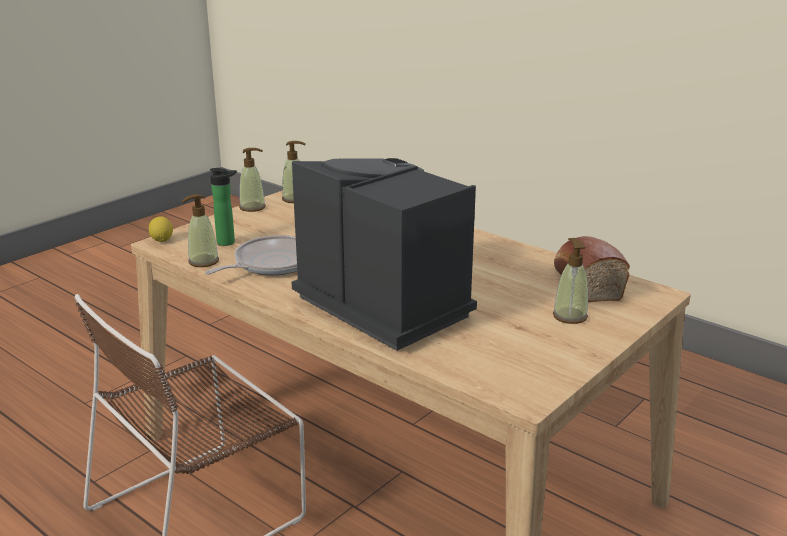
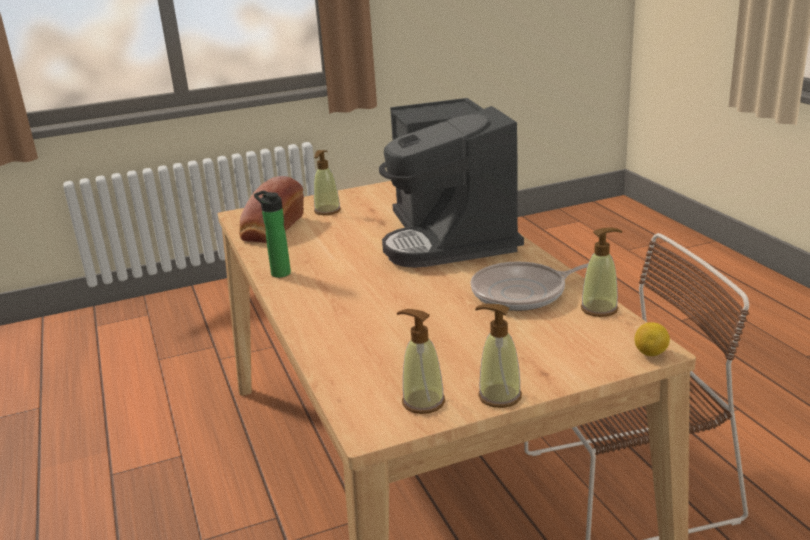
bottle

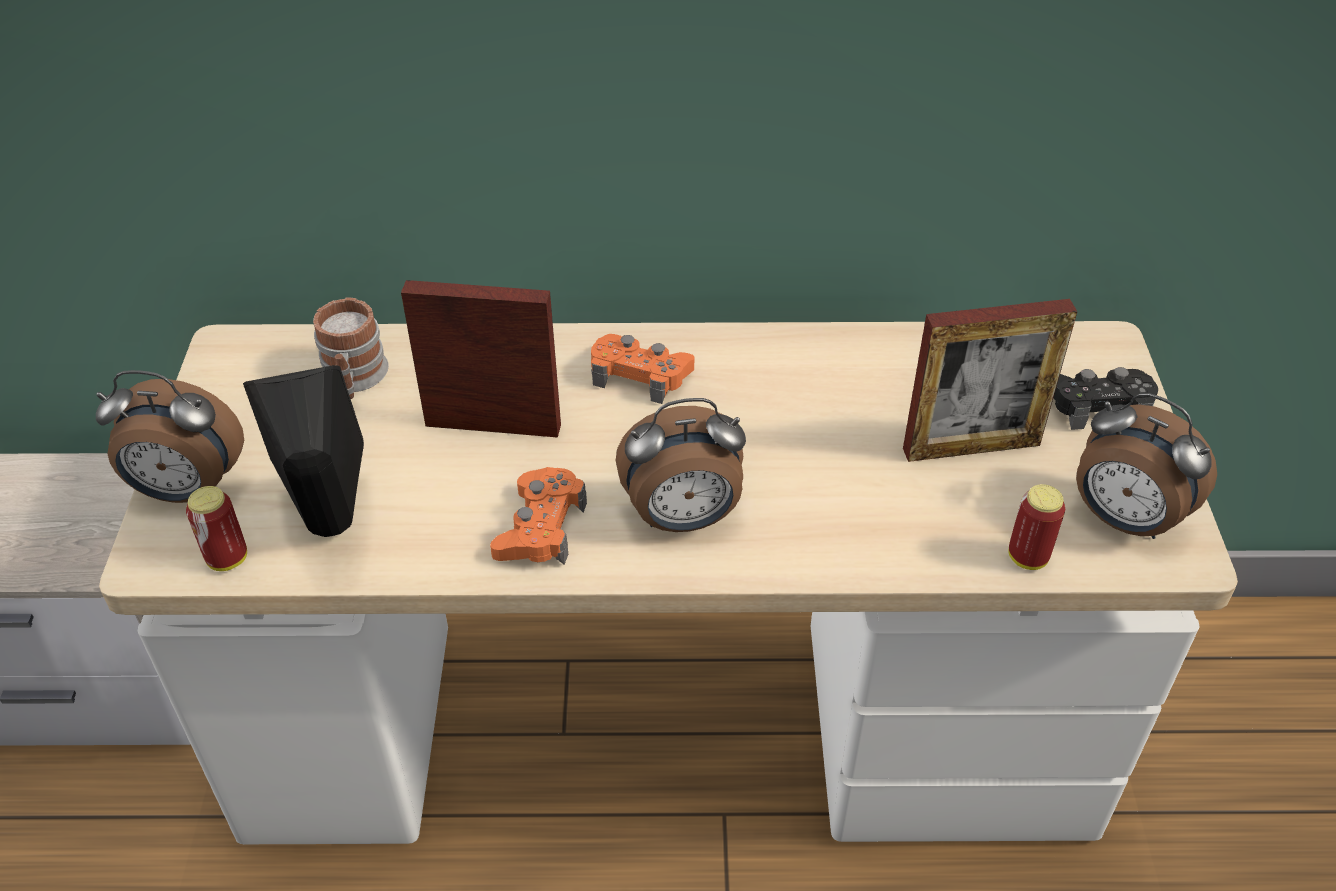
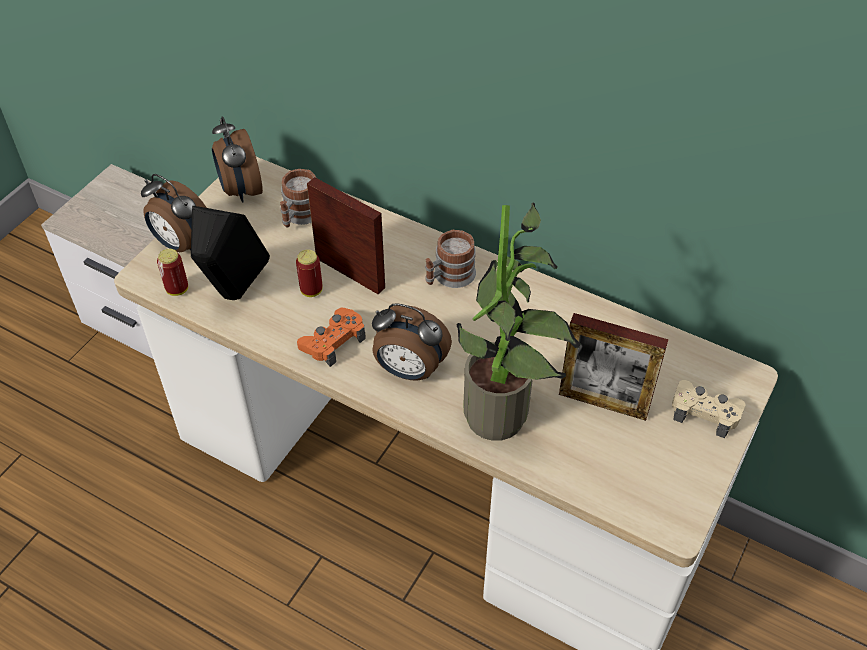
mug (no. 2 from left)
game controller (beige)
alarm clock (no. 2 from left)
can (no. 2 from left)
potted plant

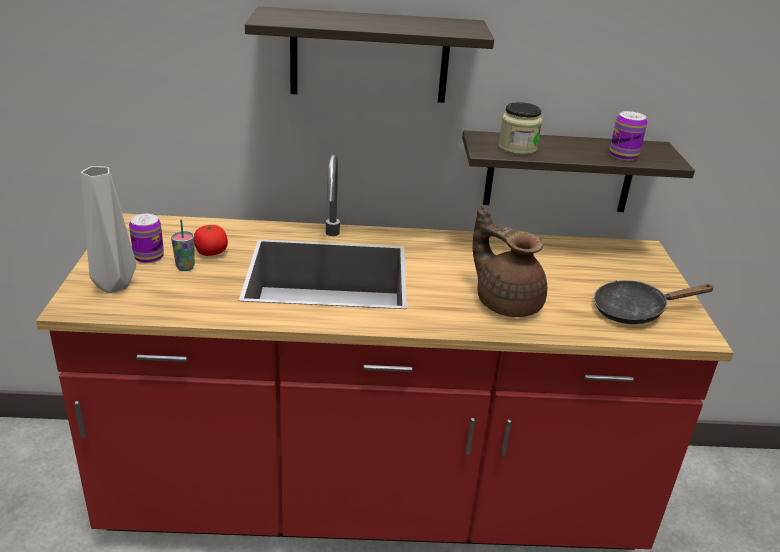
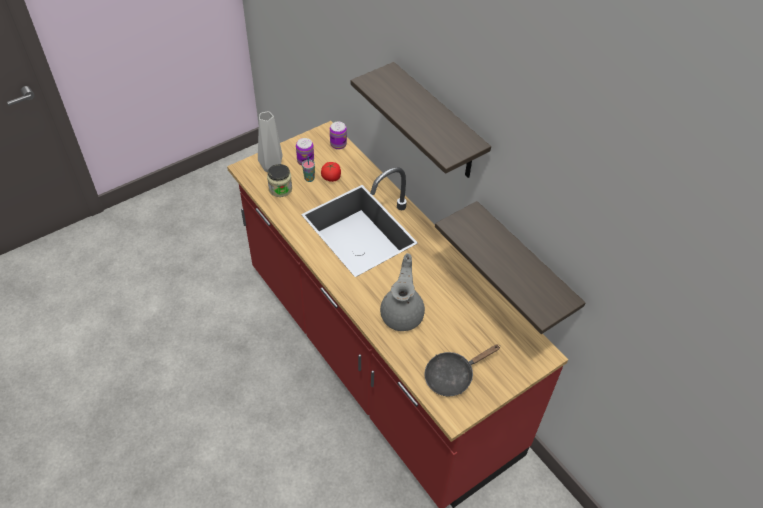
jar
can (no. 2 from left)
teapot (grey)
frying pan (black)

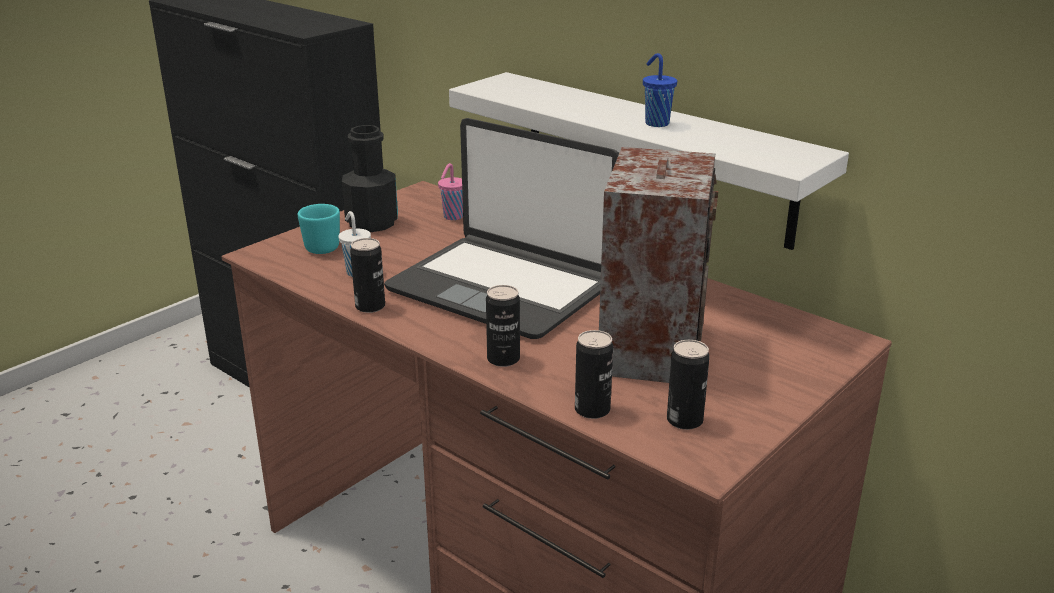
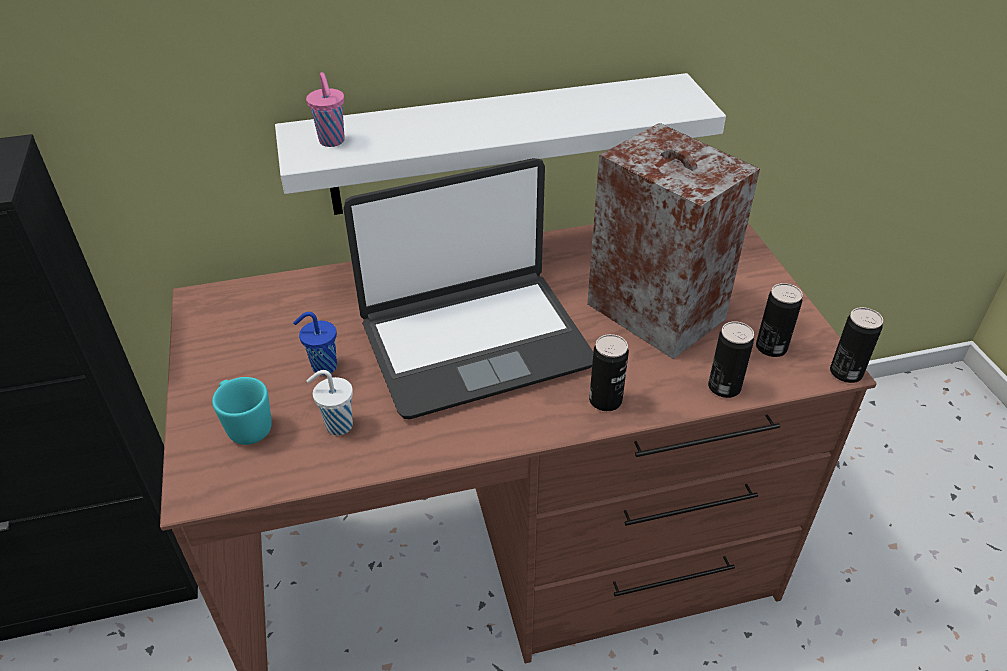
cup (blue)
bottle (black)
cup (pink)
can (no. 4 from left)

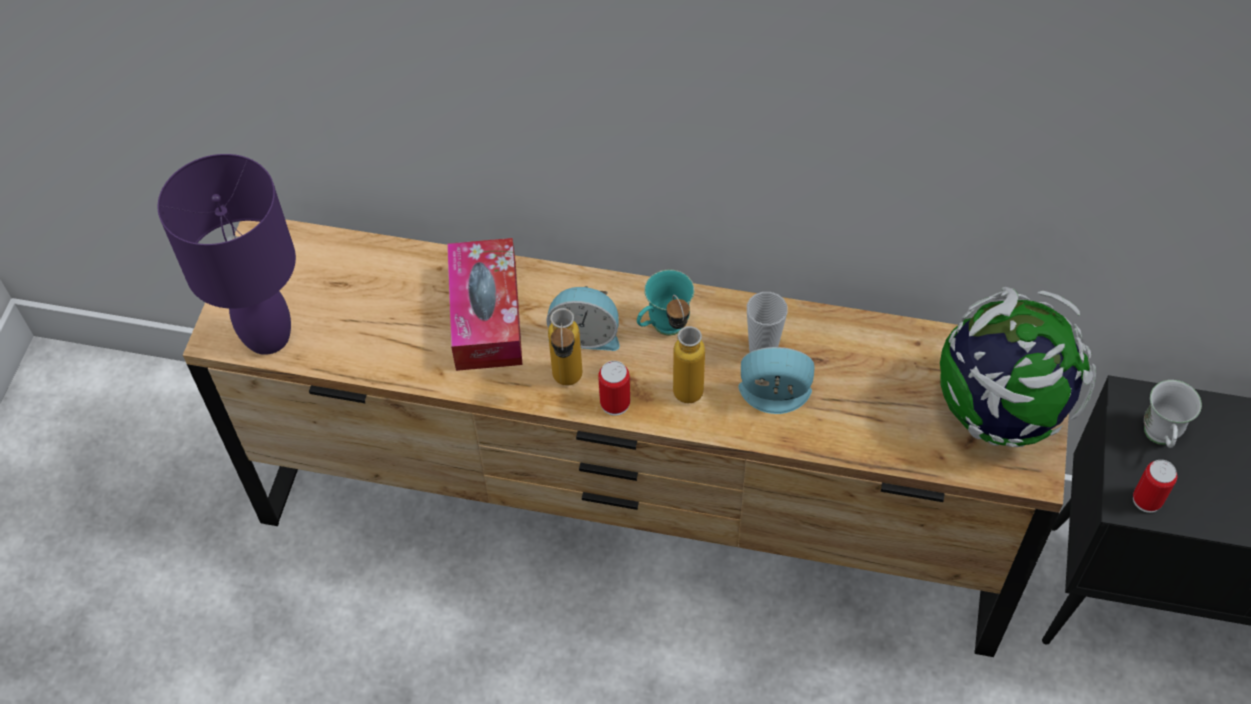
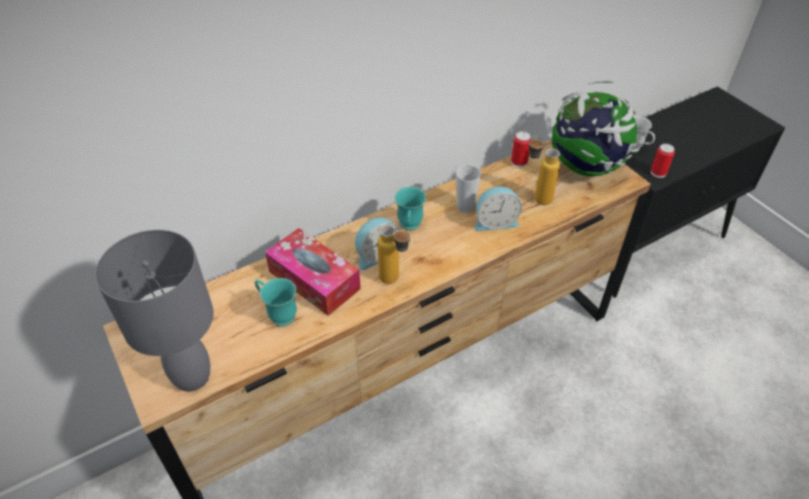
table lamp (grey)
bottle (no. 2 from left)
alarm clock (no. 2 from left)
can (no. 1 from left)
mug (turquoise) (no. 1 from left)

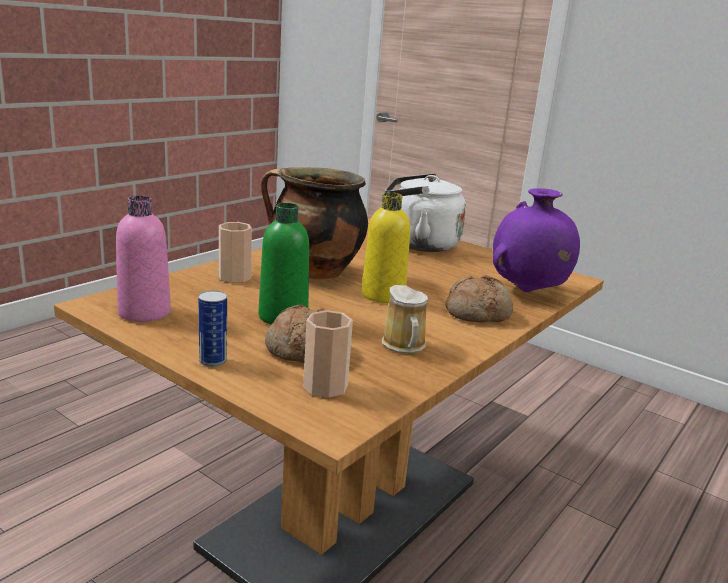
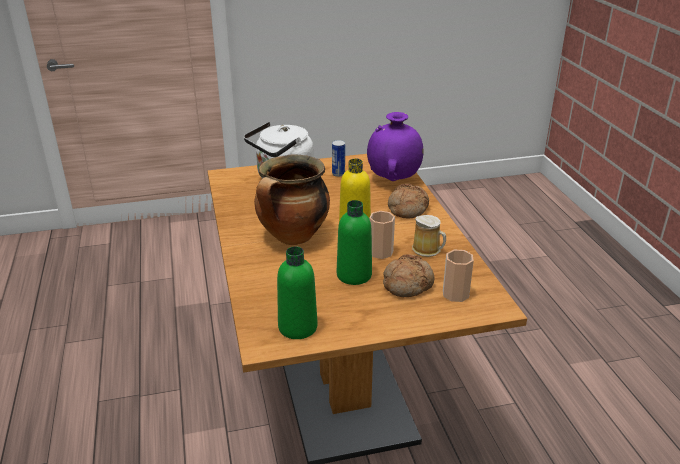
bottle (green) (no. 1 from left)
cup (no. 1 from left)
can

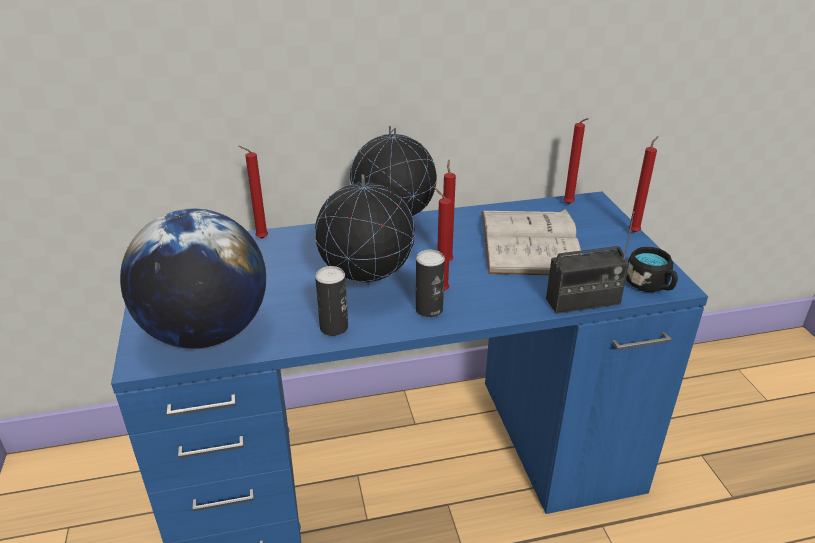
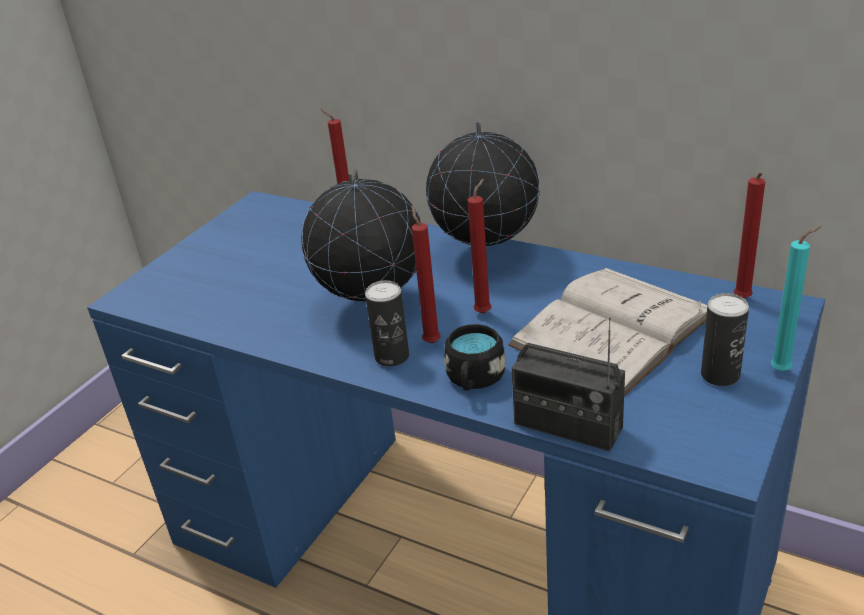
candle (turquoise)
globe (no. 1 from left in the first image)
mug (black)
can (no. 2 from left)

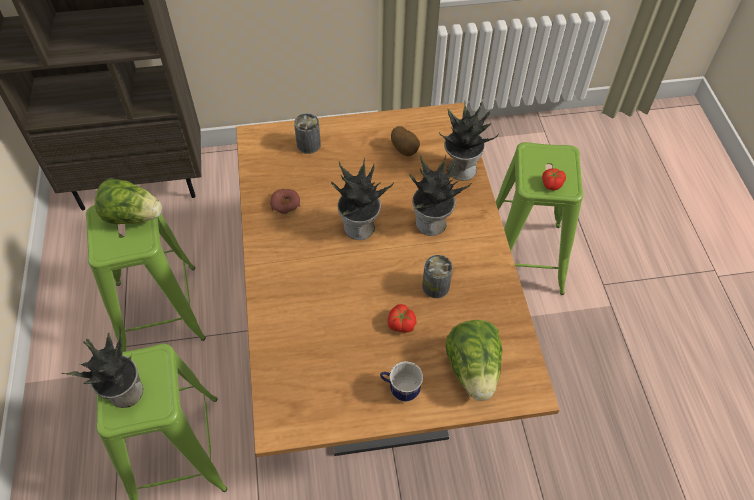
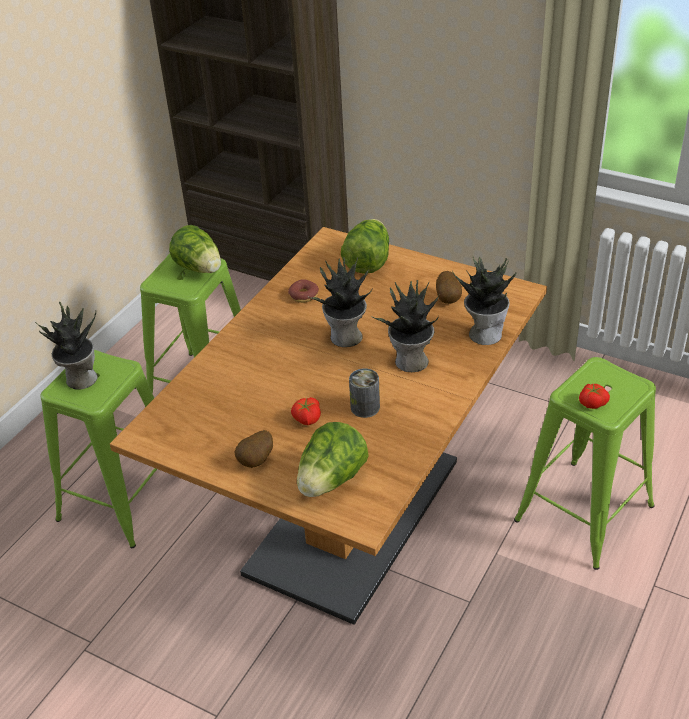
lettuce (no. 3 from left)
potato (no. 1 from left)

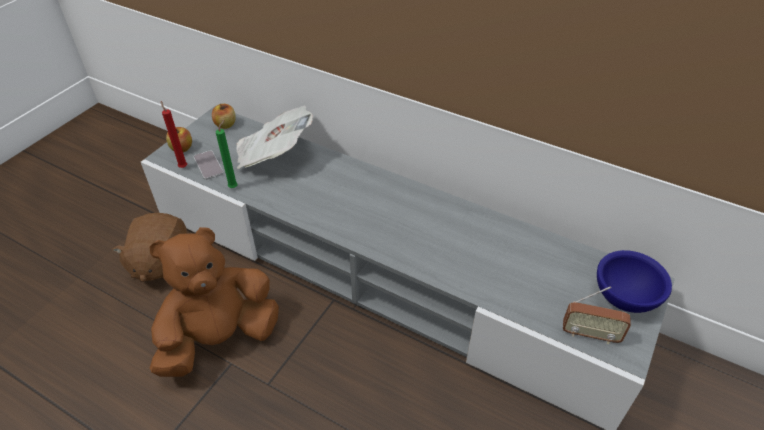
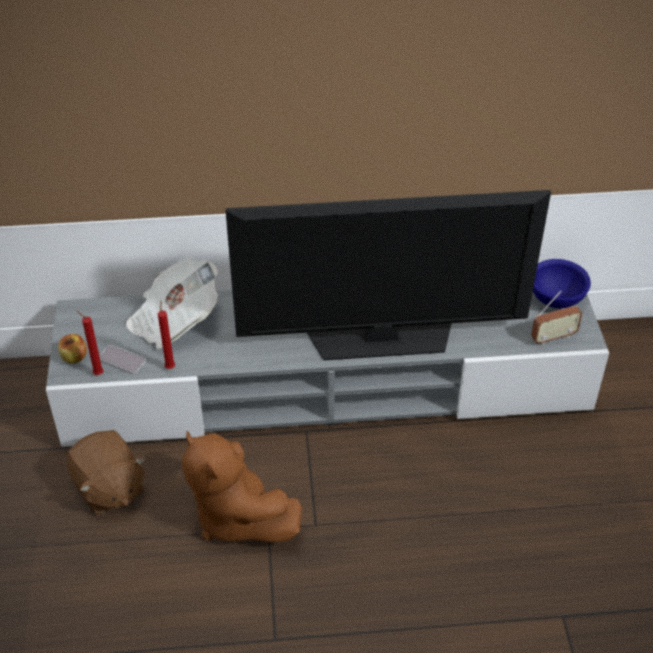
apple (no. 2 from left in the first image)
candle (red) (no. 2 from left)
plush toy (brown) (no. 2 from left)
television

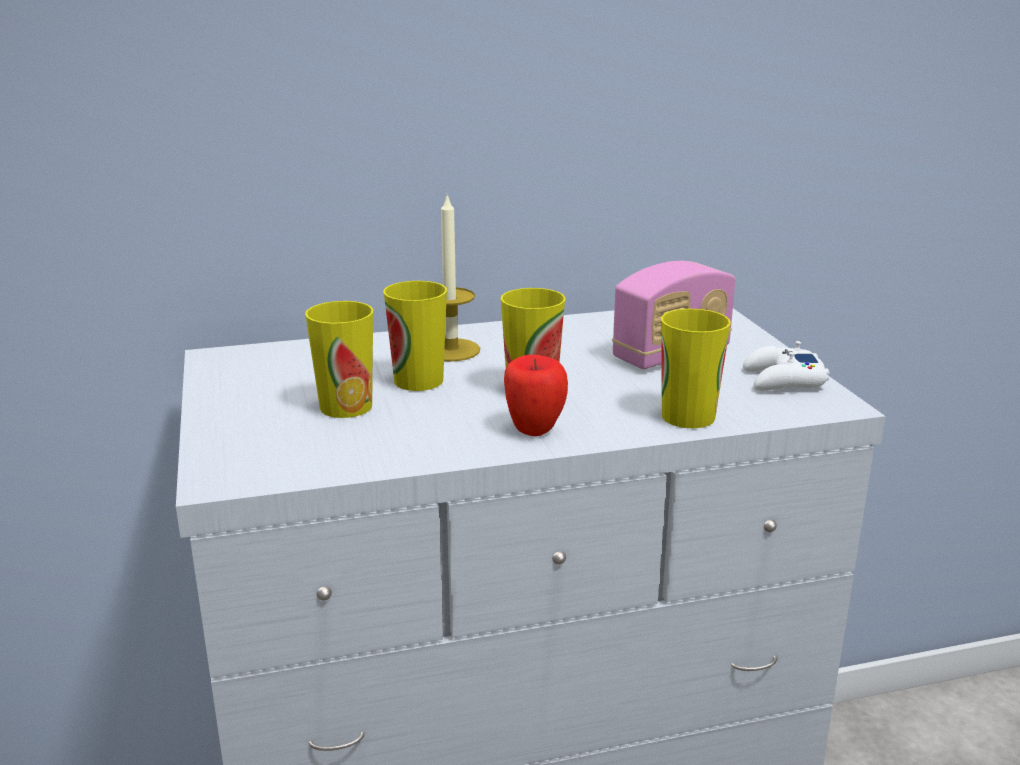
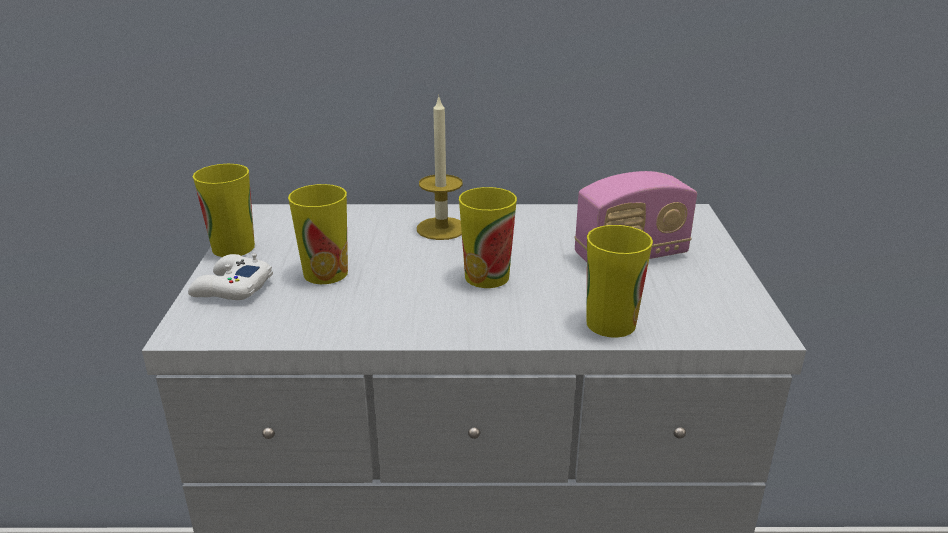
cup (no. 1 from left)
game controller (white)
apple

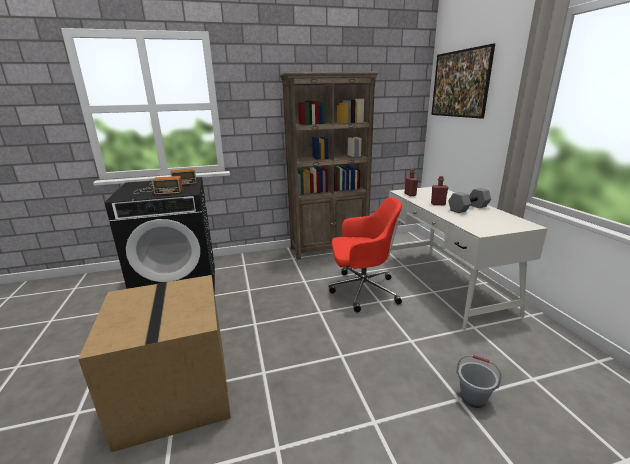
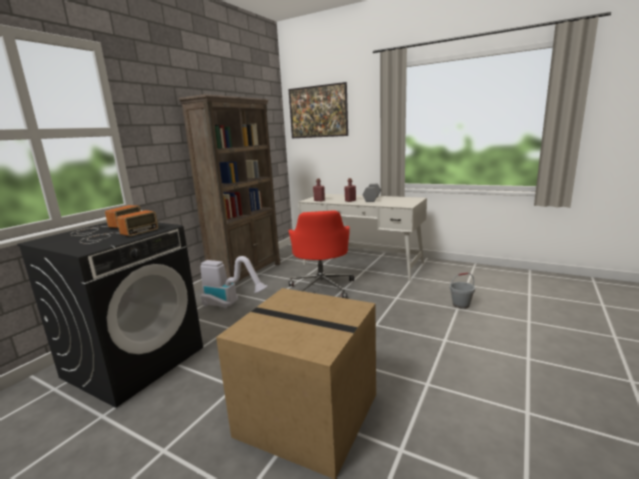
office chair (red)
vacuum cleaner

